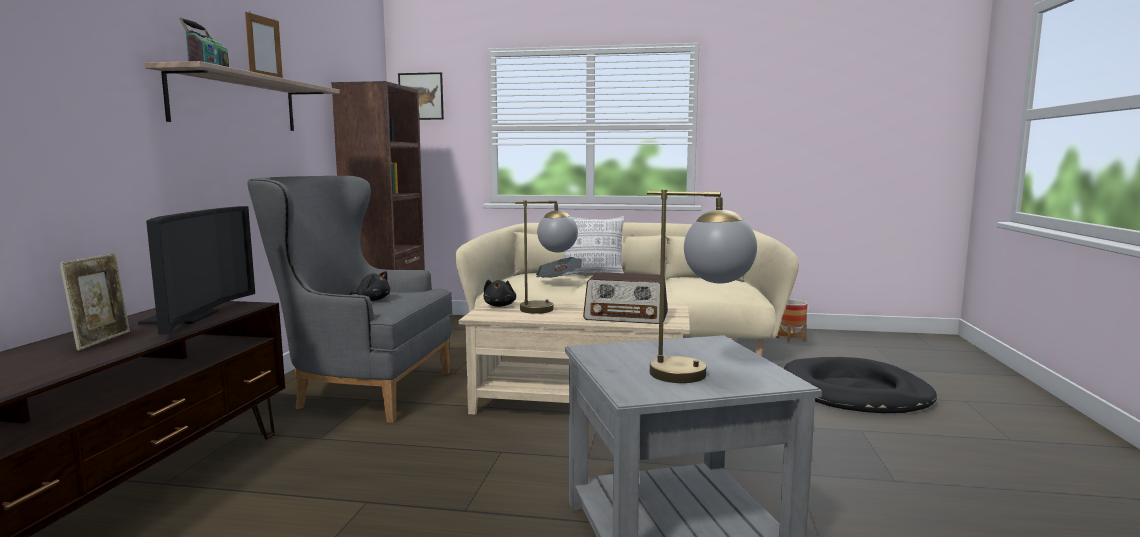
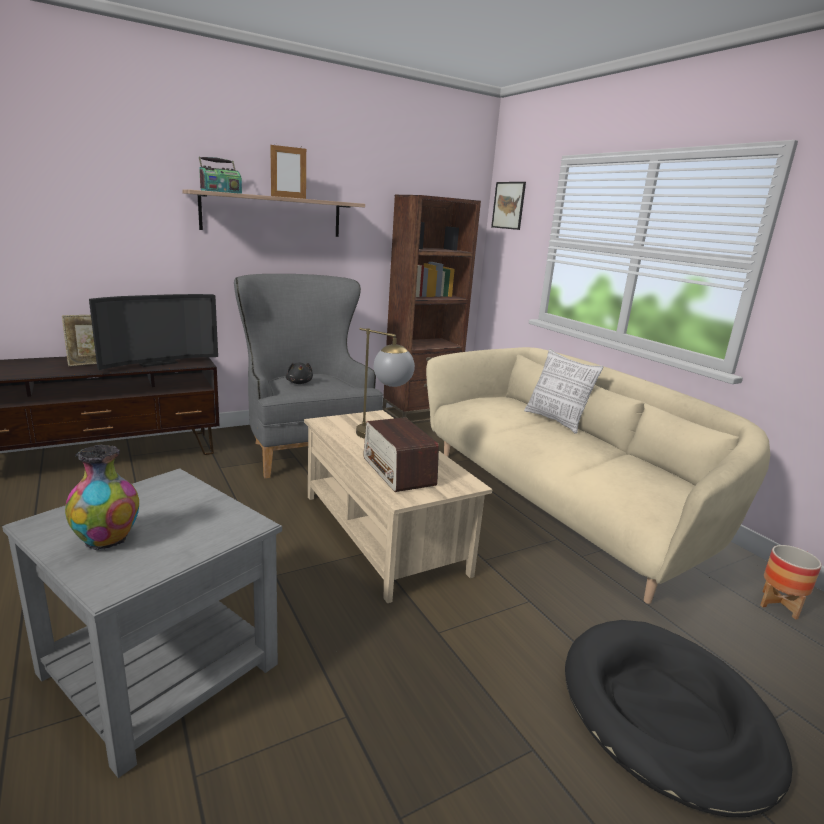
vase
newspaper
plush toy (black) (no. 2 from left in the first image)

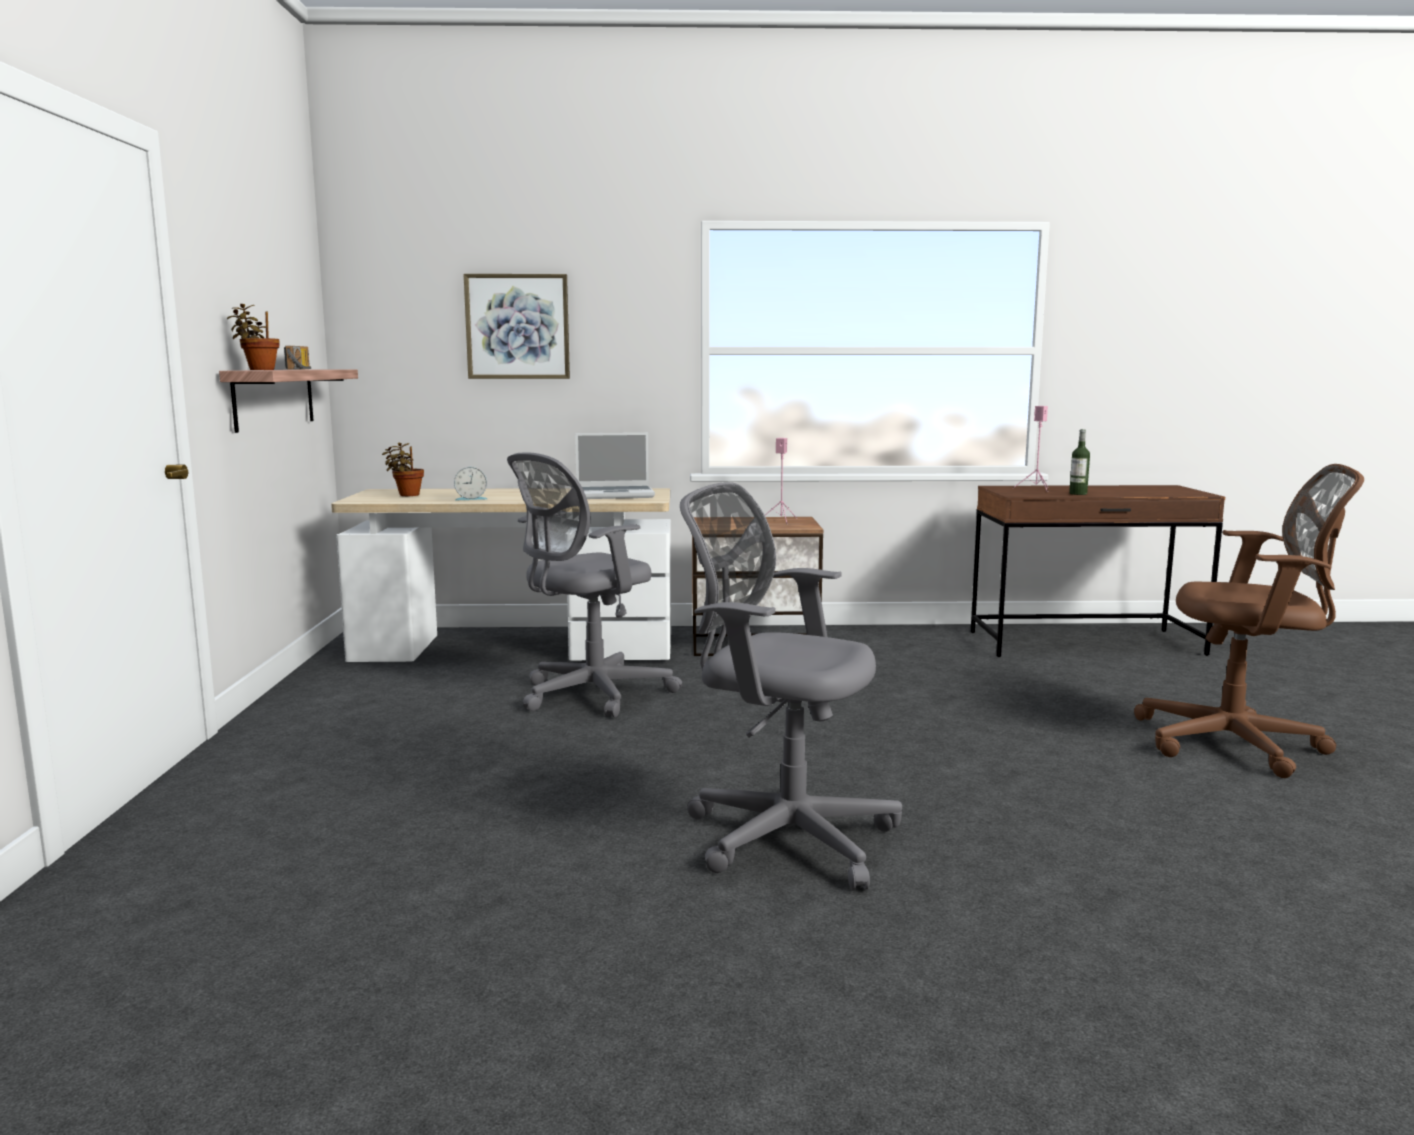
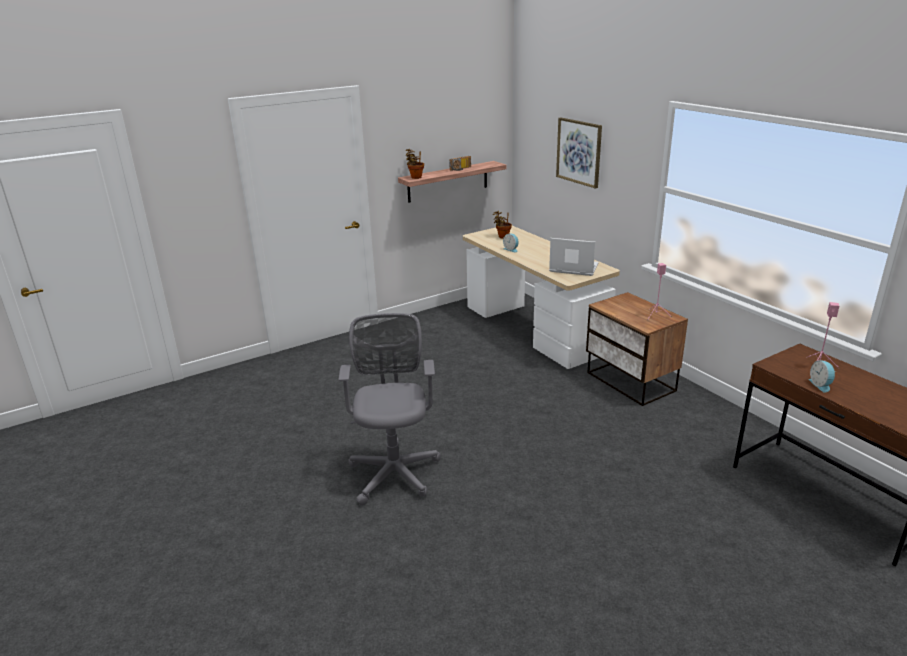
alarm clock (no. 2 from left)
laptop
office chair (grey) (no. 1 from left in the first image)
office chair (brown)

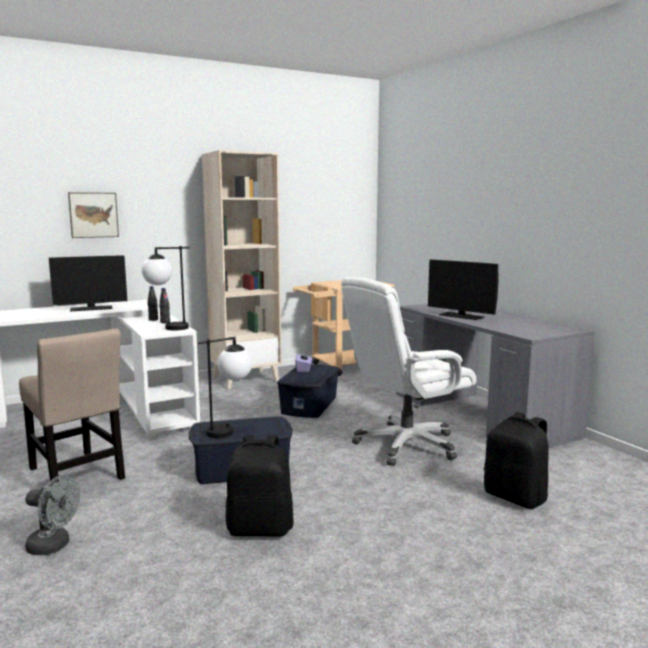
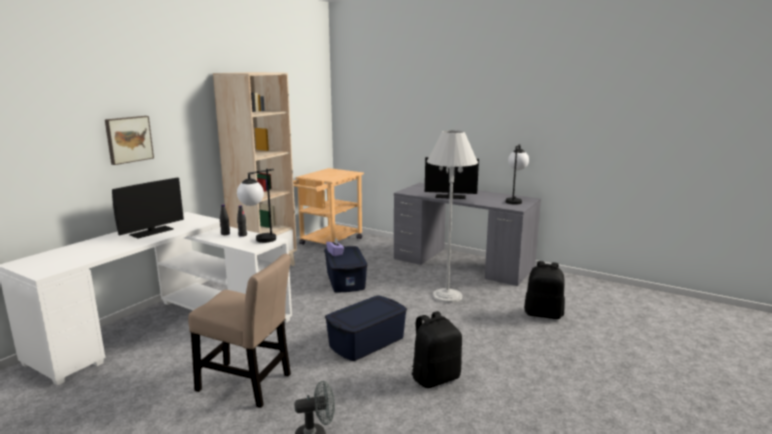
floor lamp (white)
table lamp (no. 2 from left)

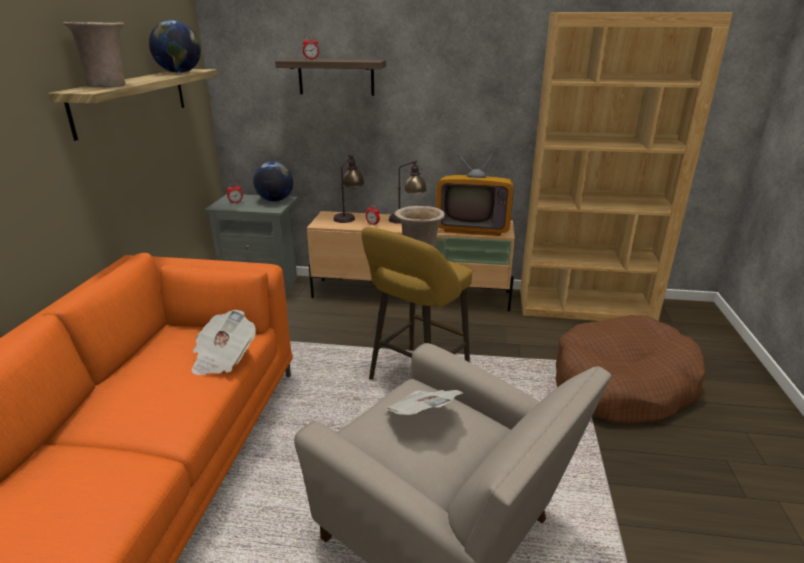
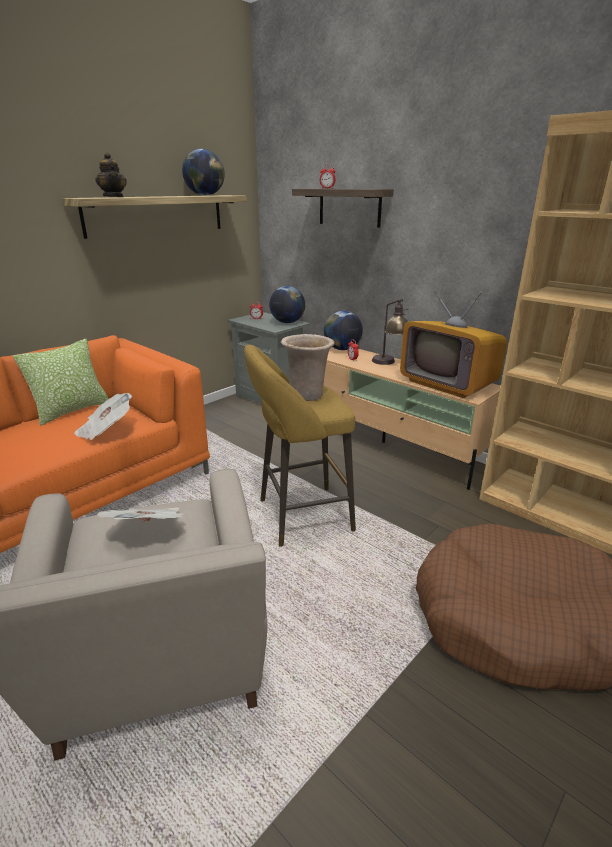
teapot
globe (no. 3 from left)
pillow

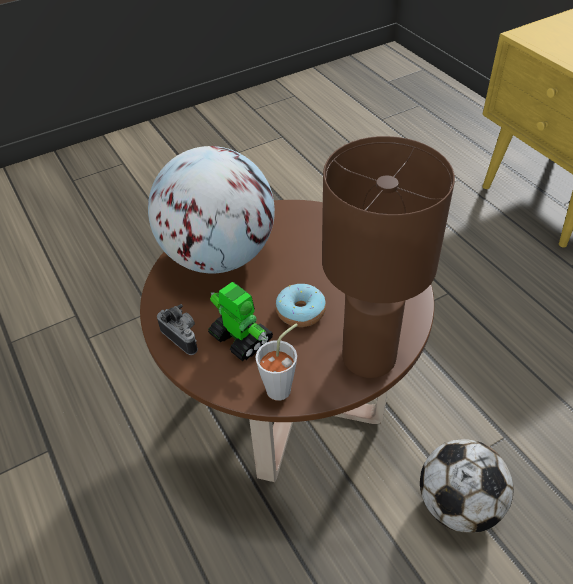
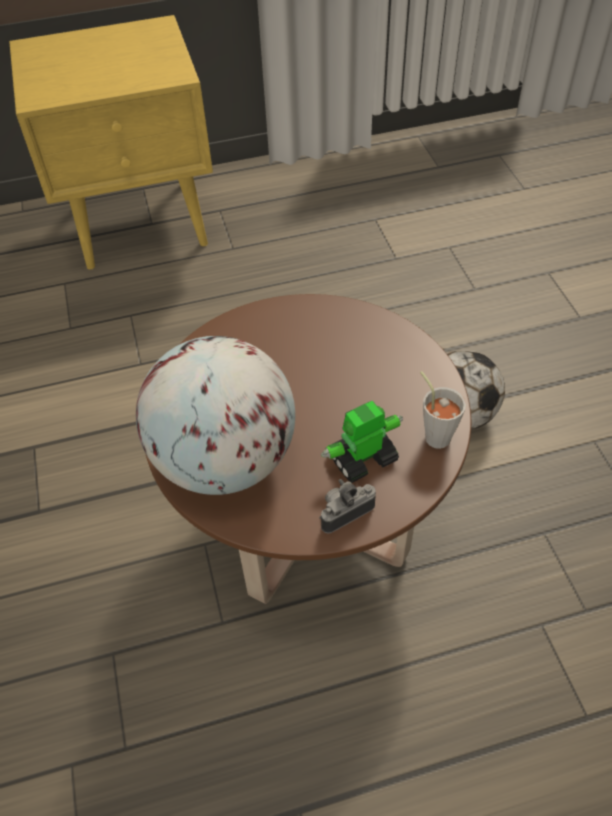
table lamp (brown)
donut

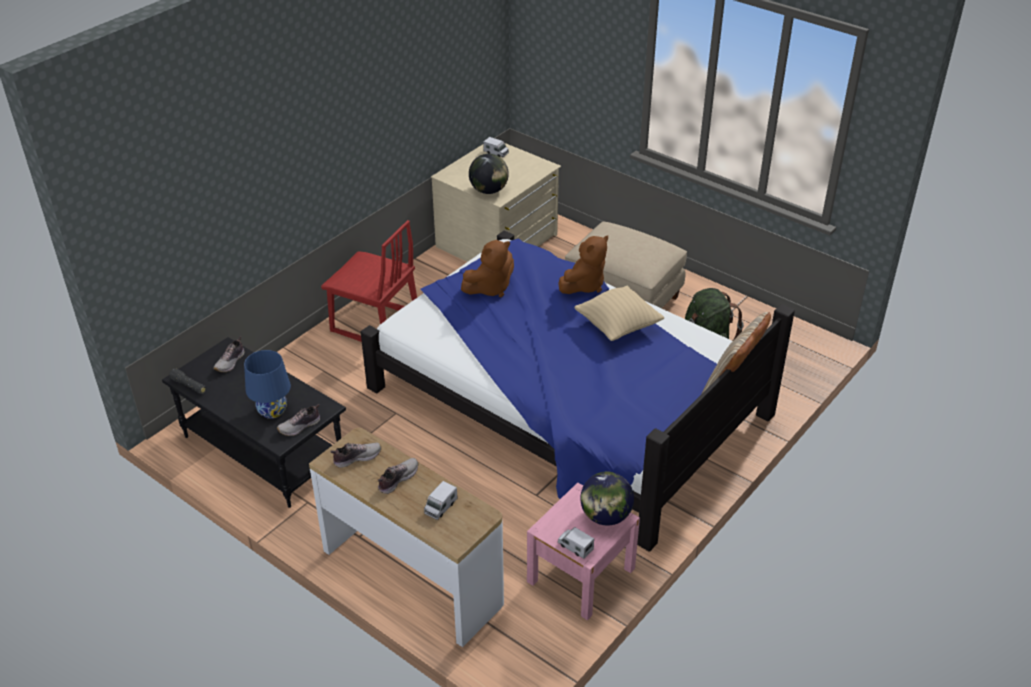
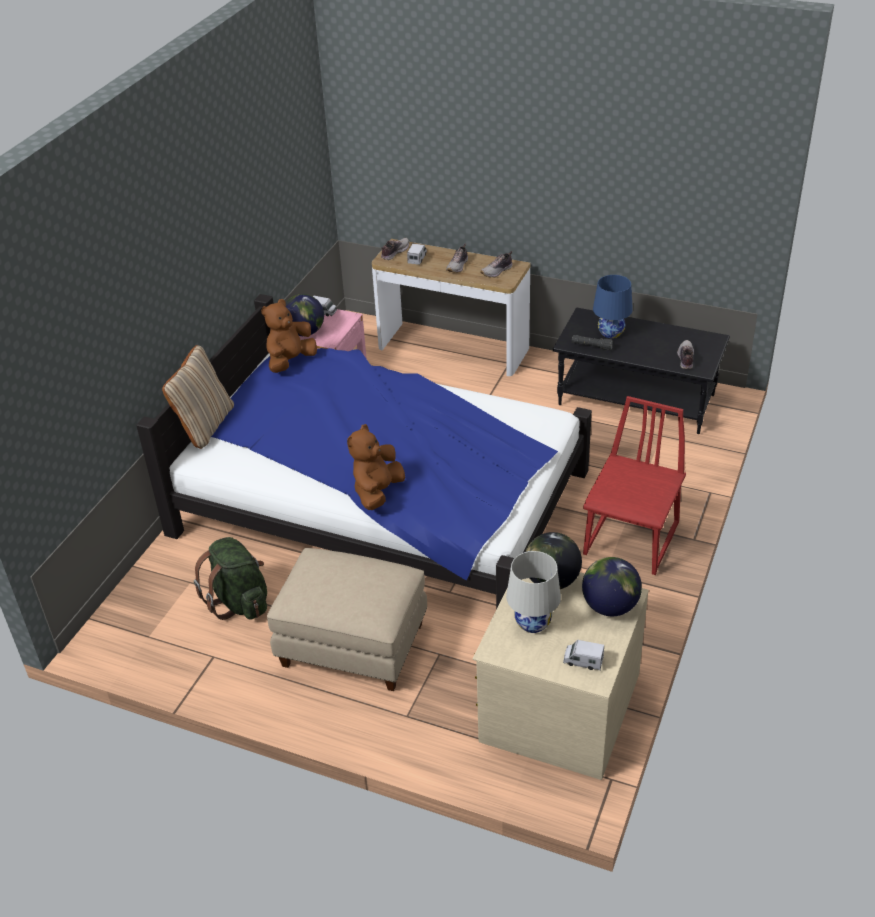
chair (red)
plush toy (brown) (no. 1 from left)
pillow (beige) (no. 1 from left in the first image)
flashlight (black)
shoe (no. 1 from left)
table lamp (white)
globe (no. 3 from left)

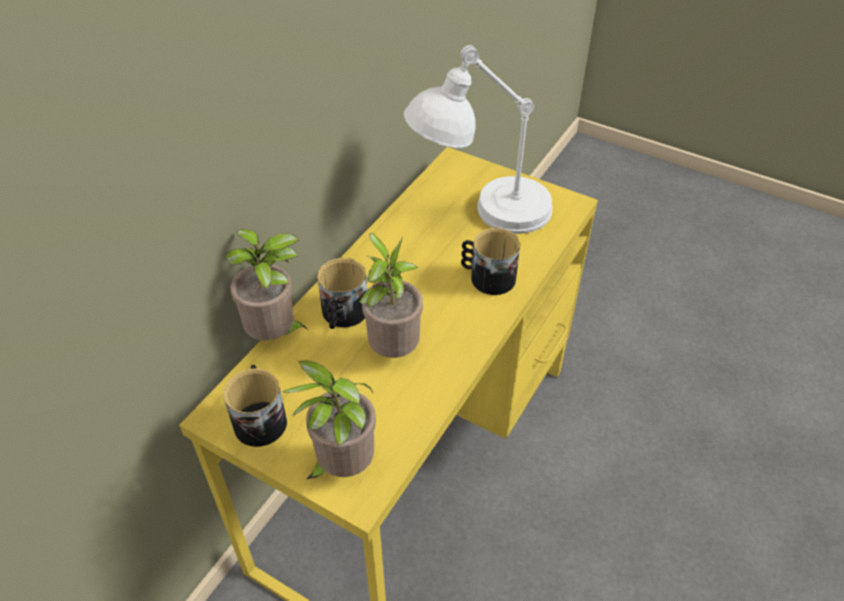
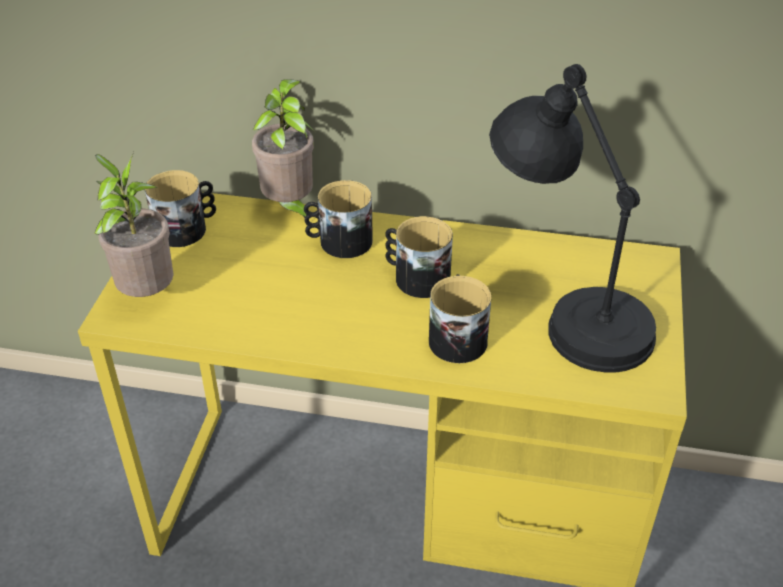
table lamp (black)
potted plant (no. 3 from left in the first image)
mug (no. 3 from left)

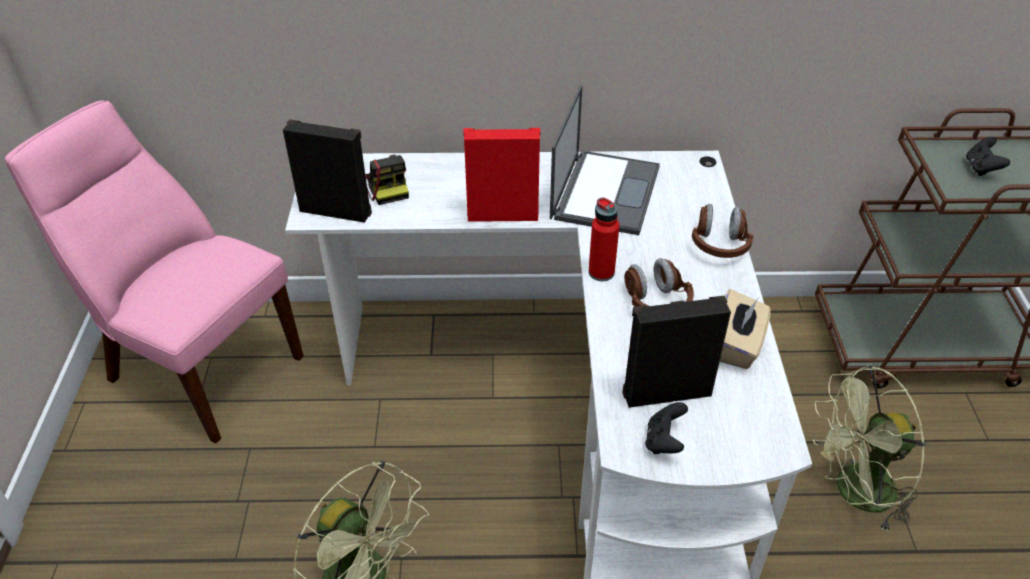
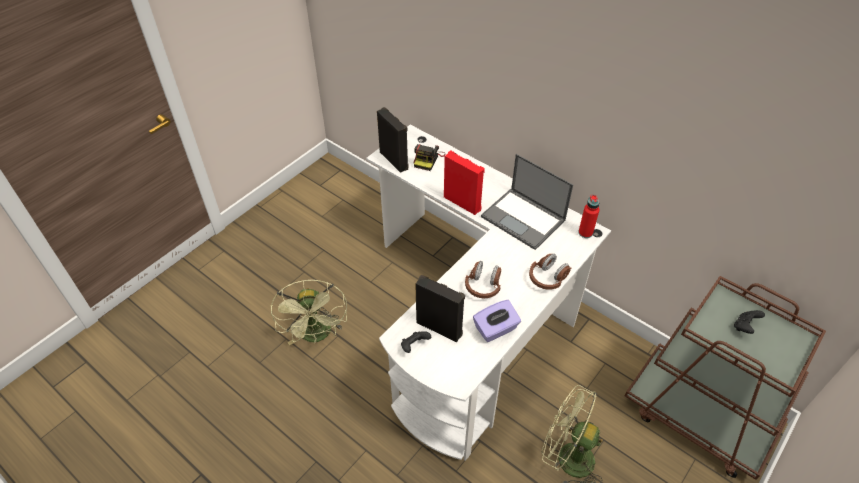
laptop
chair (pink)
bottle (red)
tissue box (purple)

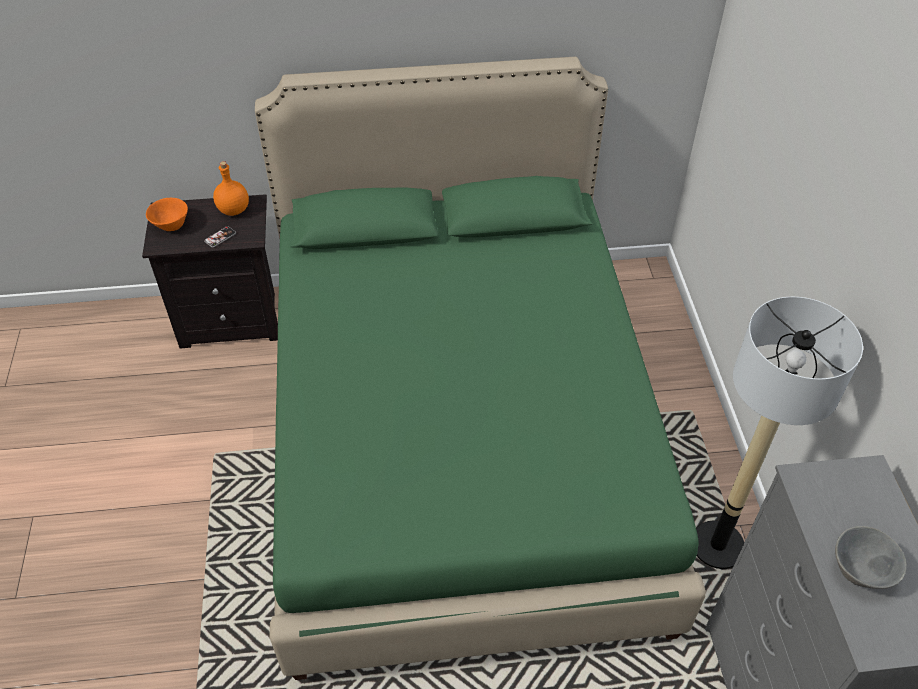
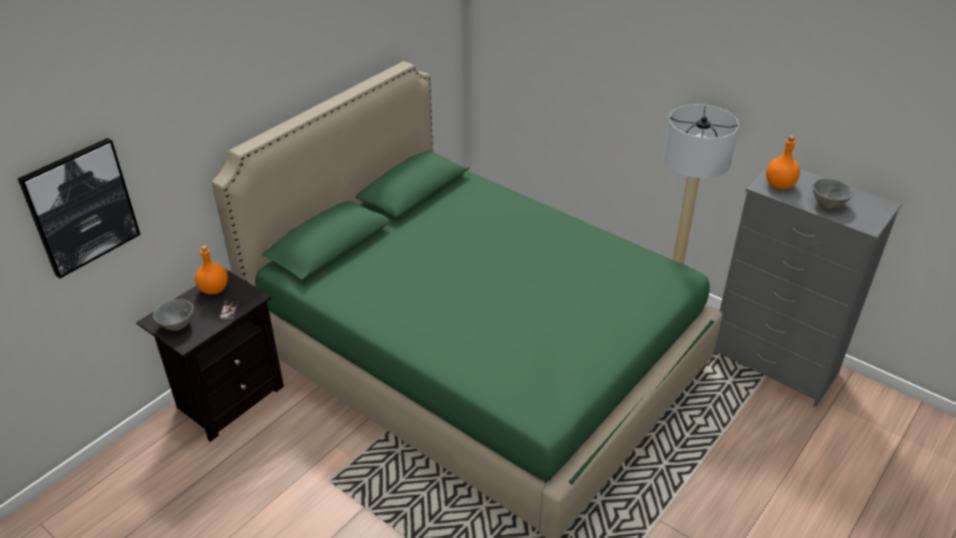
bowl (grey) (no. 1 from left)
bottle (orange) (no. 2 from left)
picture

